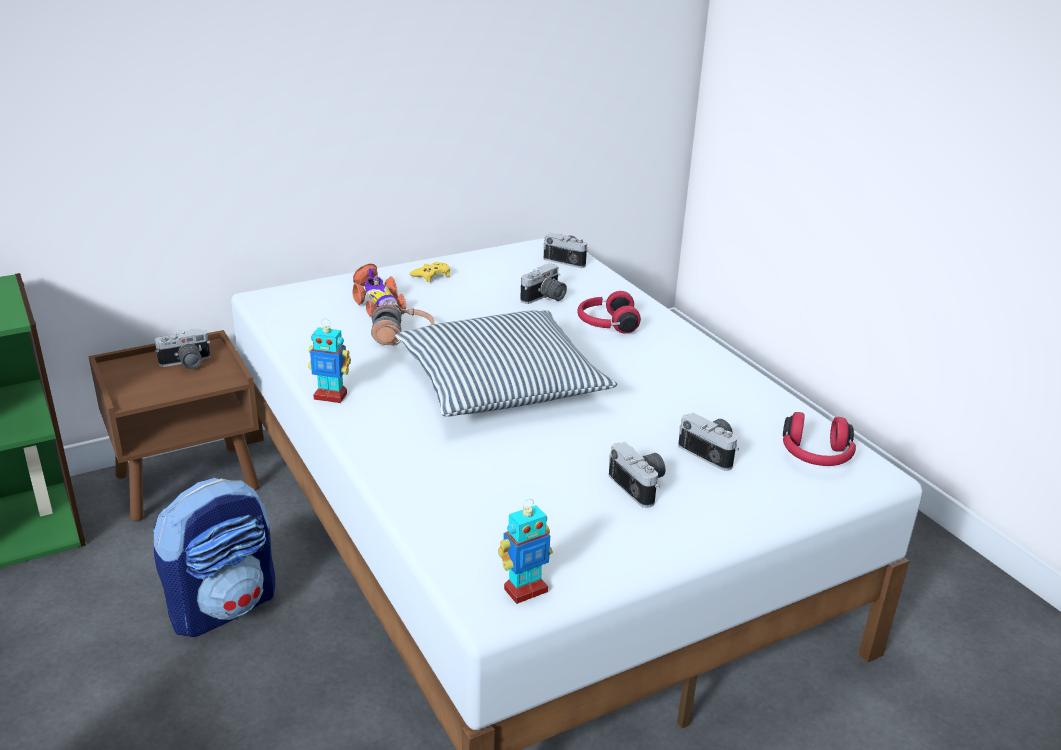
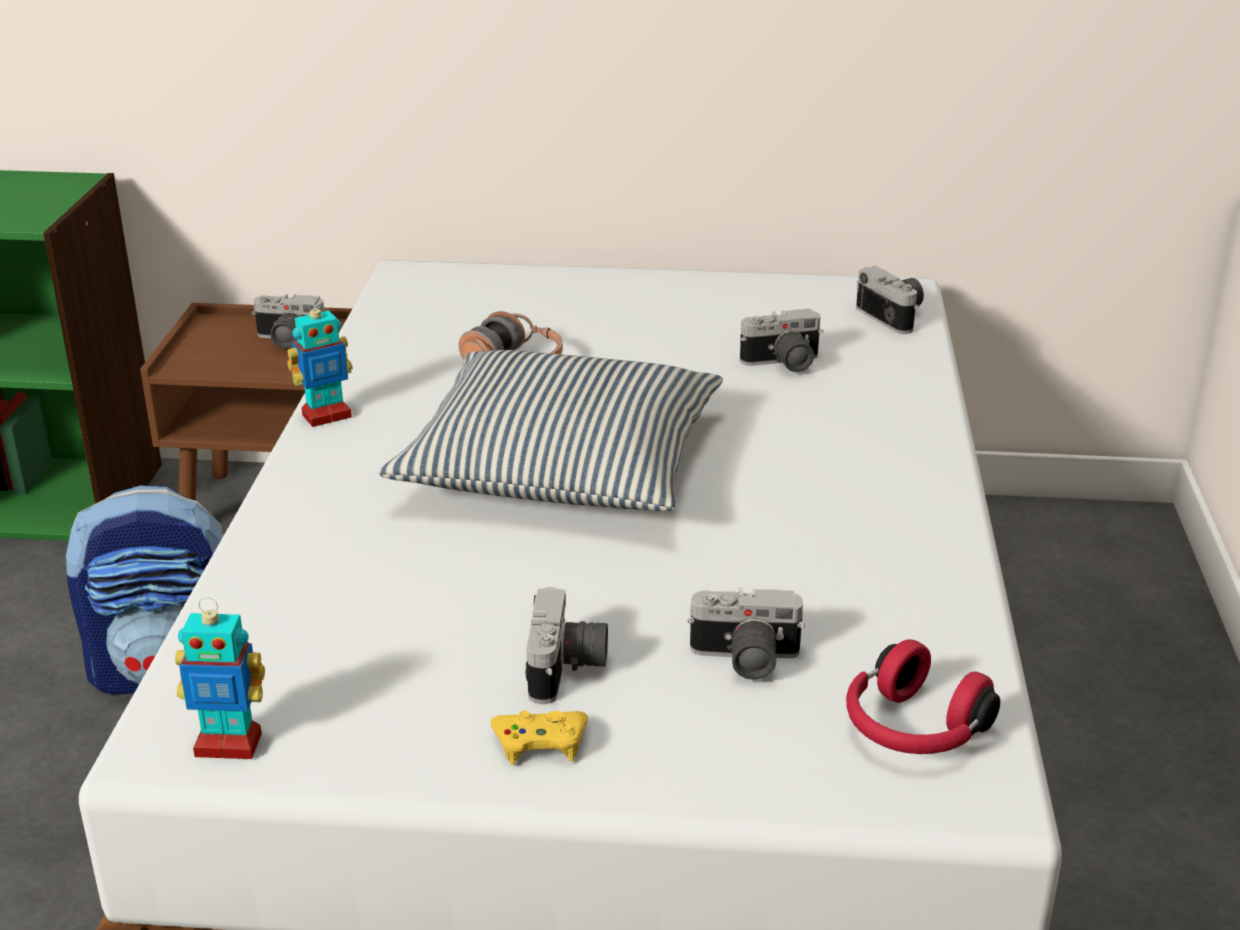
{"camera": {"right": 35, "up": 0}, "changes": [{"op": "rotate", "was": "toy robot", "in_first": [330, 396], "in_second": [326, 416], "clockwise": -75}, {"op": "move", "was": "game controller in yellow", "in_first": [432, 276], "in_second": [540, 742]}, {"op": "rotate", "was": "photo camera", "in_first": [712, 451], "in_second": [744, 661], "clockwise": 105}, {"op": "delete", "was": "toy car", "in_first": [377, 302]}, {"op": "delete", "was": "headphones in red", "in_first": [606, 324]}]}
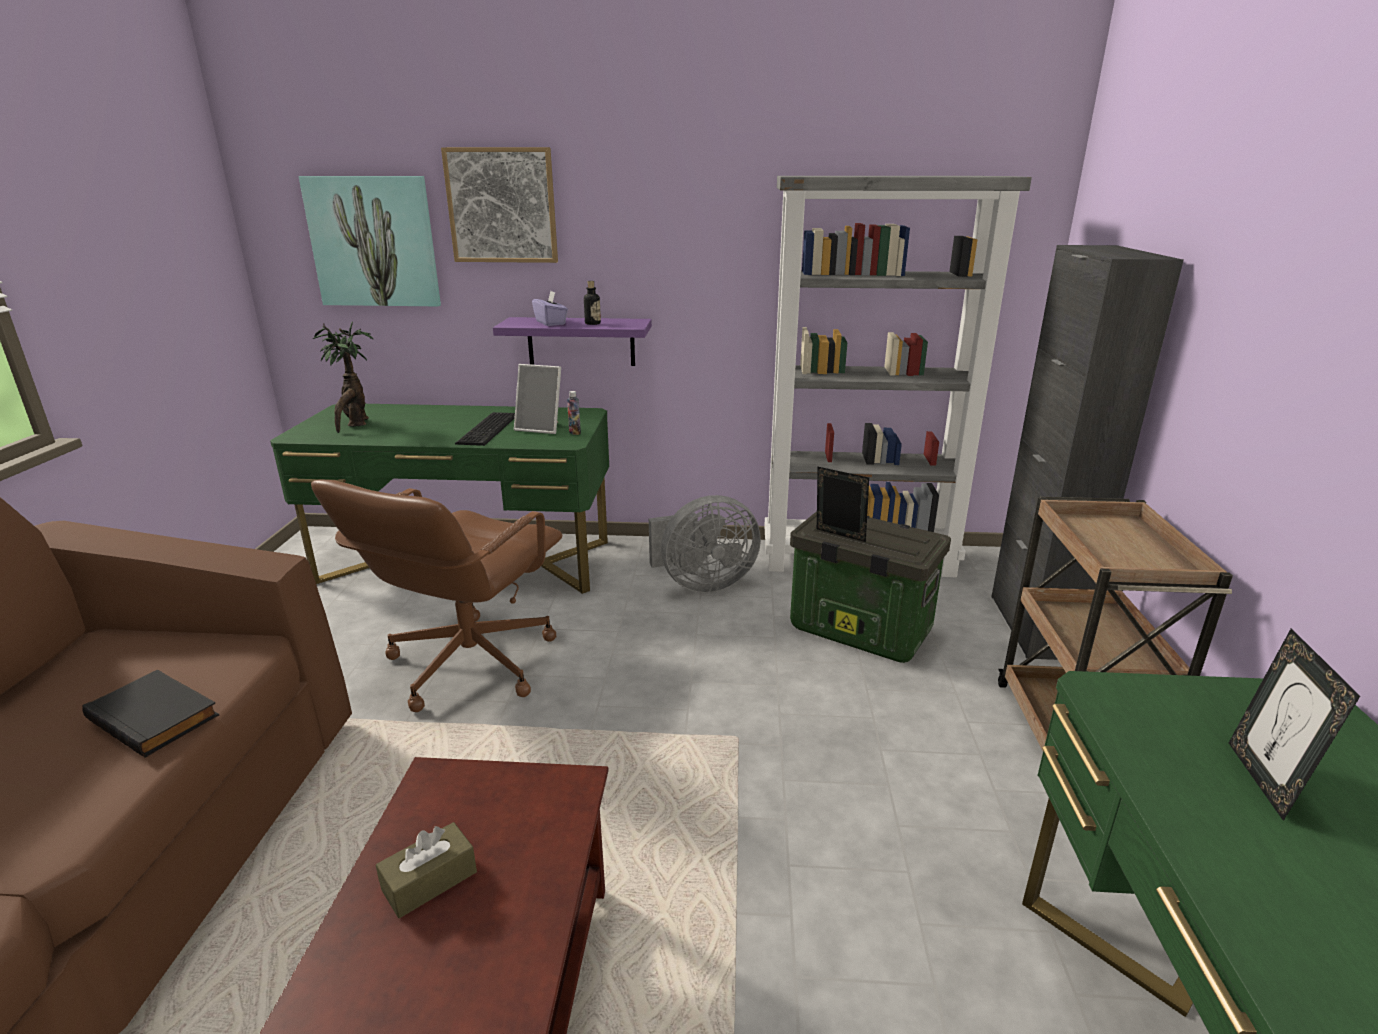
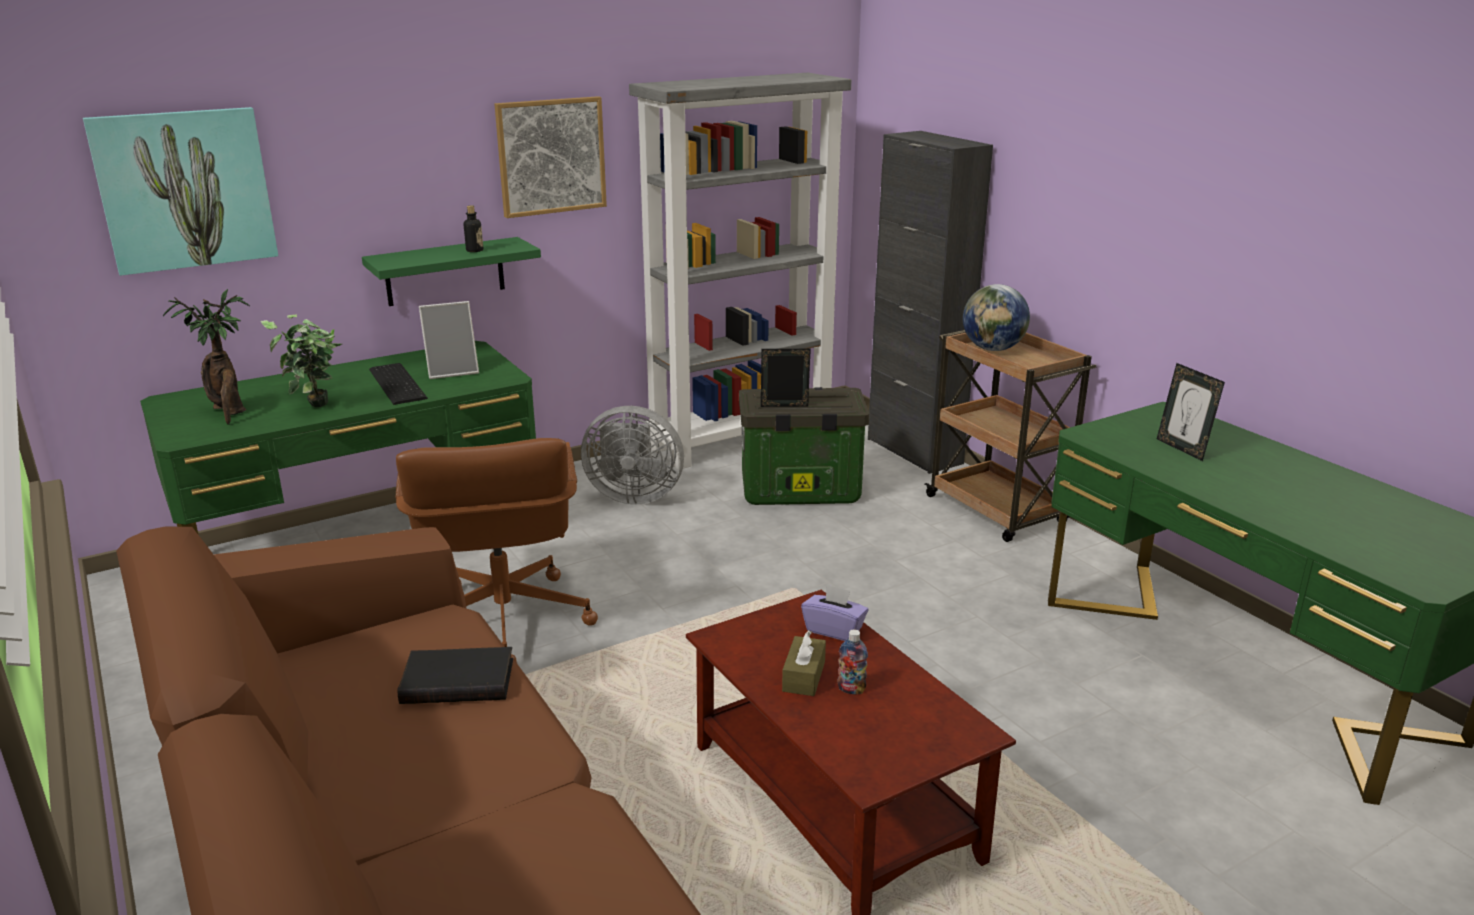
{"camera": {"right": -35, "up": 0}, "changes": [{"op": "insert", "now": "potted plant", "in_second": [315, 409]}, {"op": "recolor", "was": "shelf in purple", "now": "shelf in green", "in_first": [581, 341], "in_second": [445, 271]}, {"op": "move", "was": "picture", "in_first": [502, 206], "in_second": [551, 156]}, {"op": "rotate", "was": "fan in grey", "in_first": [702, 583], "in_second": [633, 495], "clockwise": 60}, {"op": "move", "was": "tissue box in purple", "in_first": [551, 323], "in_second": [834, 630]}, {"op": "move", "was": "bottle", "in_first": [575, 432], "in_second": [851, 689]}, {"op": "insert", "now": "globe", "in_second": [993, 349]}]}
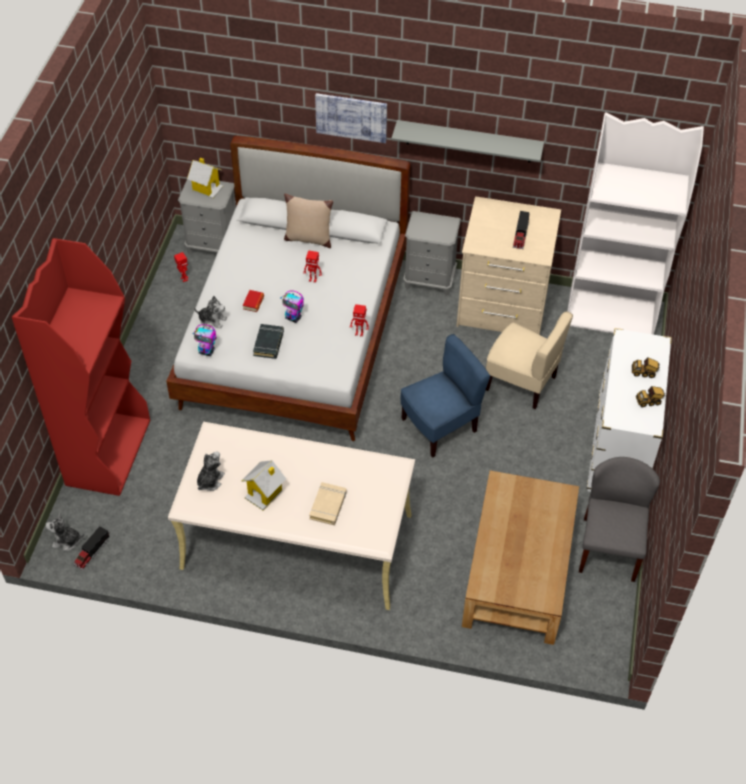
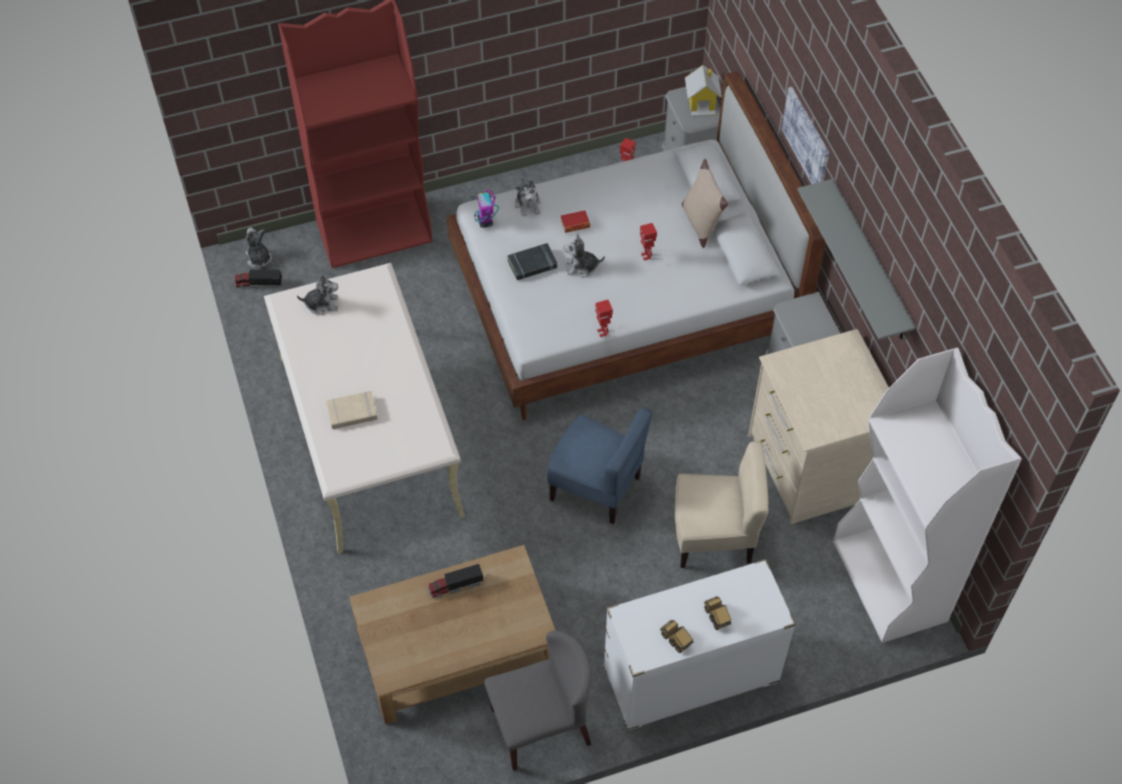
{"camera": {"right": 60, "up": 5}, "changes": [{"op": "move", "was": "toy truck", "in_first": [520, 235], "in_second": [455, 585]}, {"op": "replace", "was": "toy robot", "now": "plush toy", "in_first": [293, 318], "in_second": [582, 267]}, {"op": "rotate", "was": "chair in beige", "in_first": [521, 382], "in_second": [714, 536], "clockwise": -90}, {"op": "delete", "was": "toy house", "in_first": [265, 493]}]}
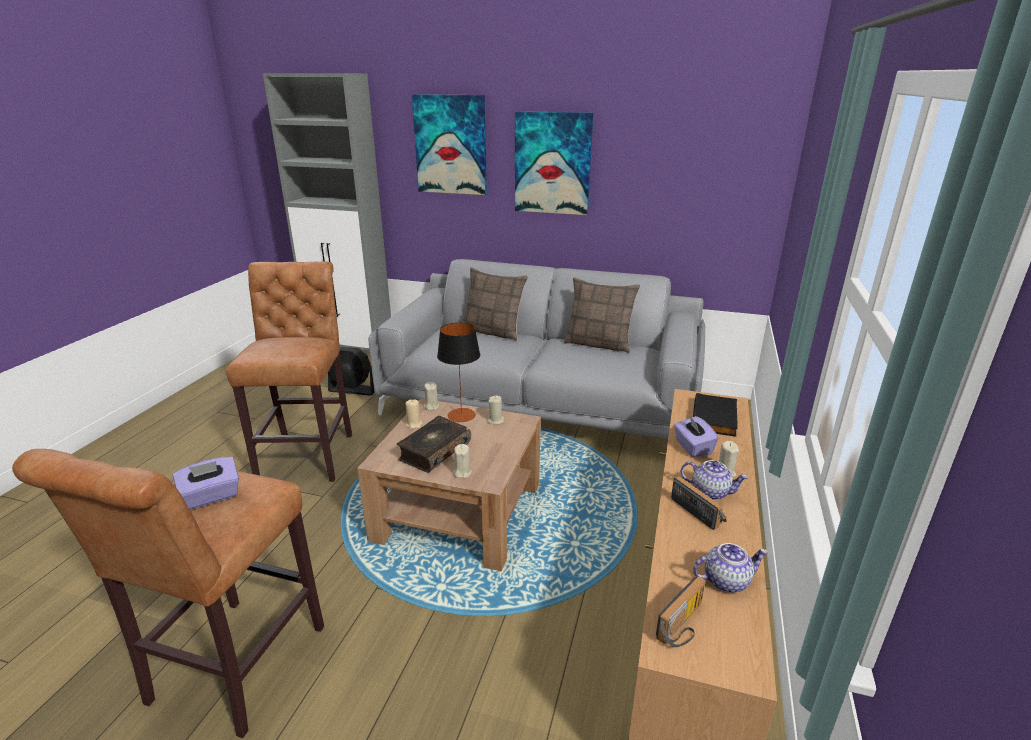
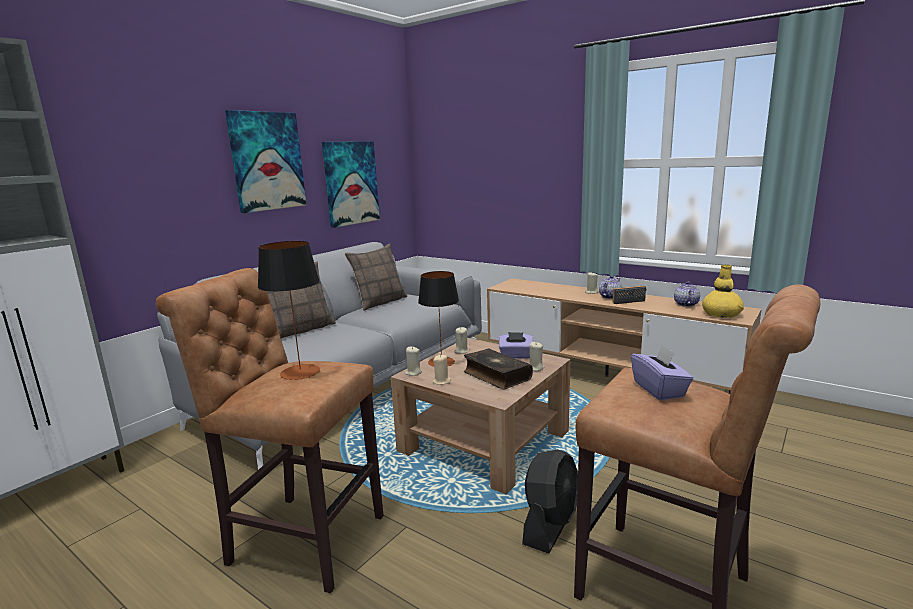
{"camera": {"right": -70, "up": -10}, "changes": [{"op": "insert", "now": "table lamp", "in_second": [300, 372]}, {"op": "move", "was": "picture", "in_first": [451, 145], "in_second": [351, 183]}, {"op": "move", "was": "tissue box in purple", "in_first": [692, 447], "in_second": [516, 356]}, {"op": "move", "was": "fan in black", "in_first": [353, 390], "in_second": [550, 524]}, {"op": "replace", "was": "radio", "now": "vase in yellow", "in_first": [684, 626], "in_second": [721, 314]}, {"op": "delete", "was": "book in black", "in_first": [716, 418]}]}
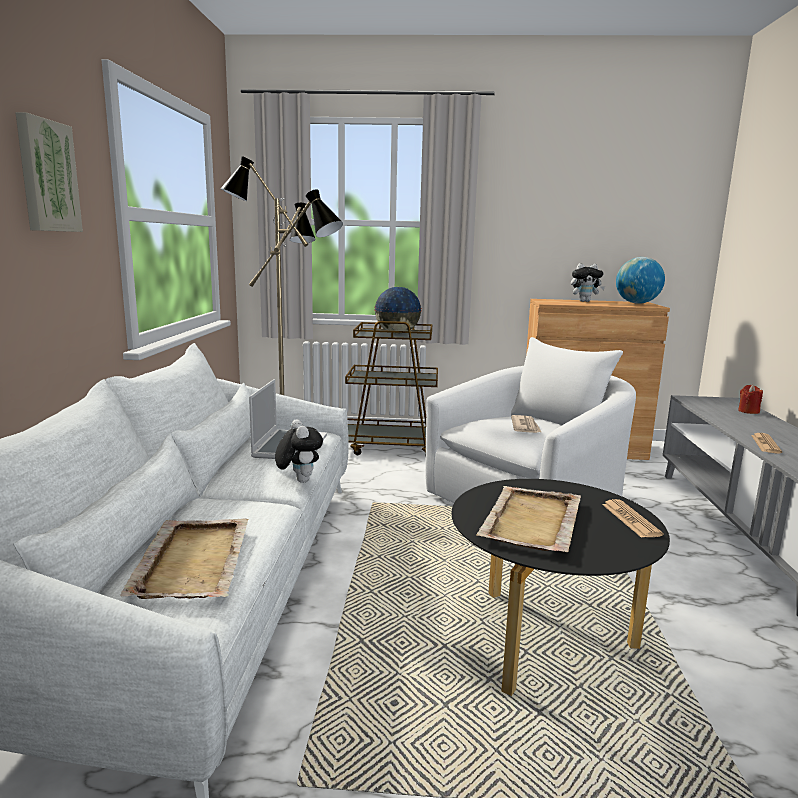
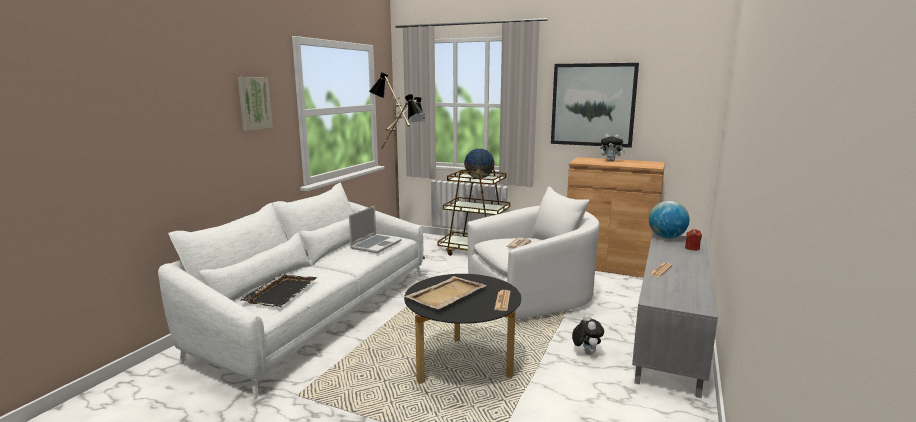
{"camera": {"right": 20, "up": 0}, "changes": [{"op": "recolor", "was": "tray in beige", "now": "tray in black", "in_first": [193, 560], "in_second": [281, 292]}, {"op": "insert", "now": "picture", "in_second": [593, 105]}, {"op": "move", "was": "plush toy", "in_first": [298, 480], "in_second": [586, 352]}, {"op": "move", "was": "globe", "in_first": [637, 303], "in_second": [666, 237]}]}
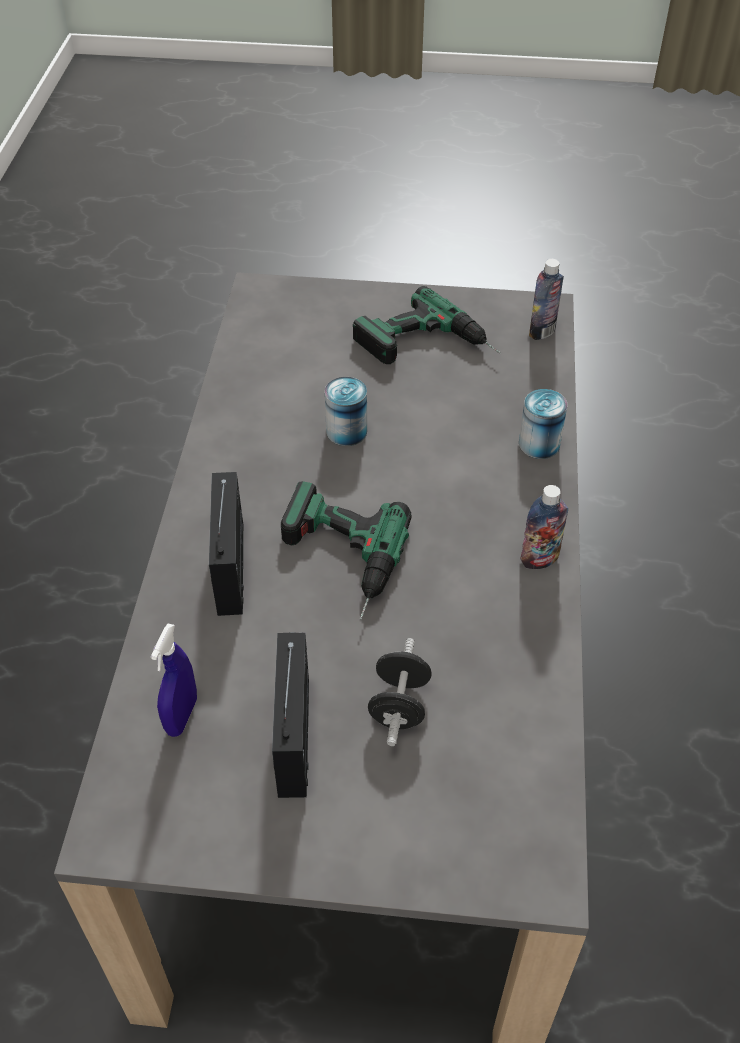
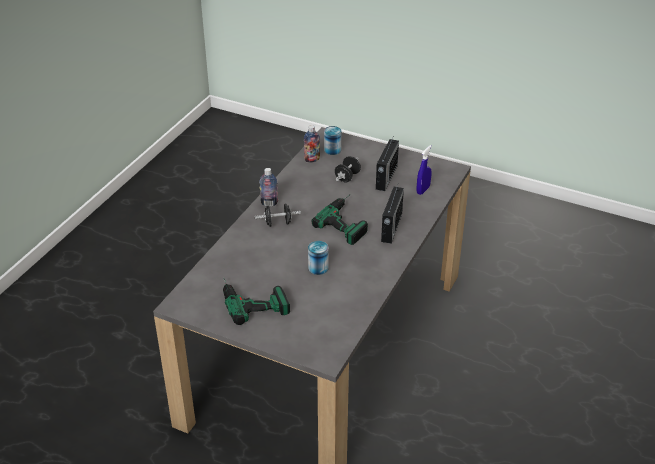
{"camera": {"right": -160, "up": -10}, "changes": [{"op": "insert", "now": "dumbbell in black", "in_second": [278, 223]}, {"op": "move", "was": "bottle", "in_first": [542, 332], "in_second": [312, 159]}, {"op": "move", "was": "can", "in_first": [539, 444], "in_second": [332, 150]}]}
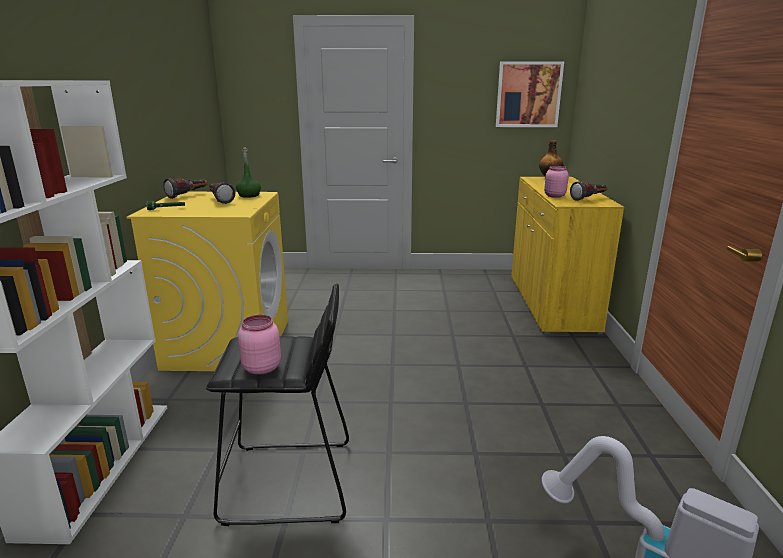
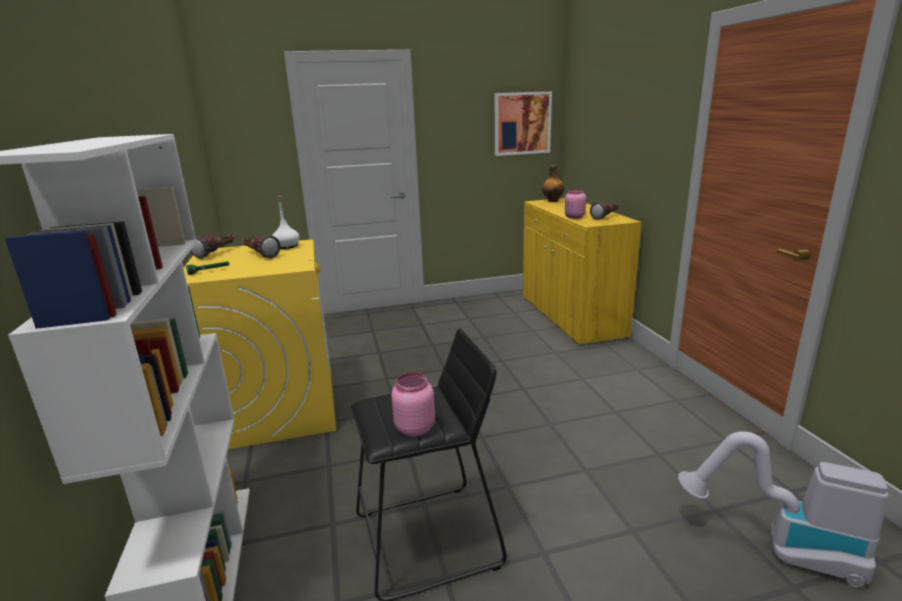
{"camera": {"right": -15, "up": 0}, "changes": [{"op": "recolor", "was": "bottle in green", "now": "bottle in white", "in_first": [249, 195], "in_second": [287, 246]}]}
